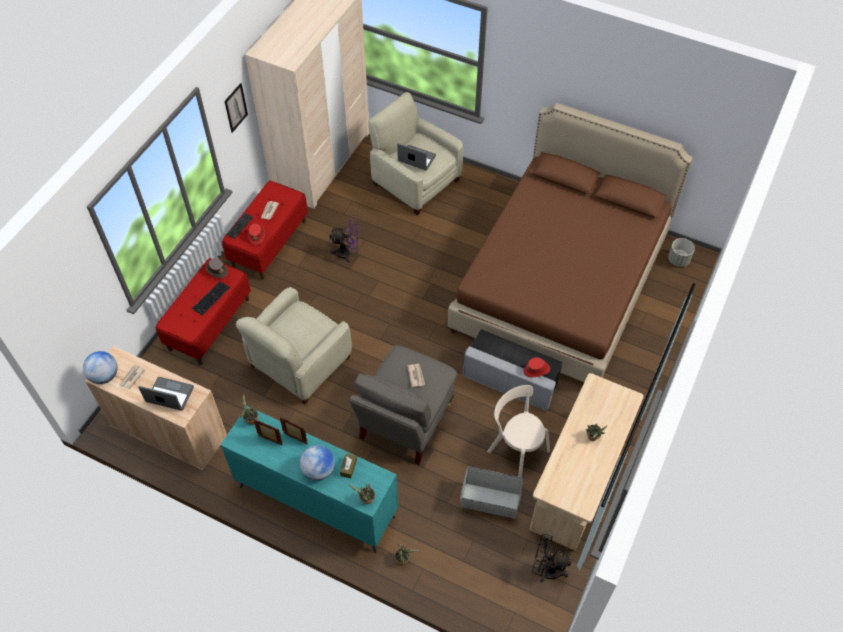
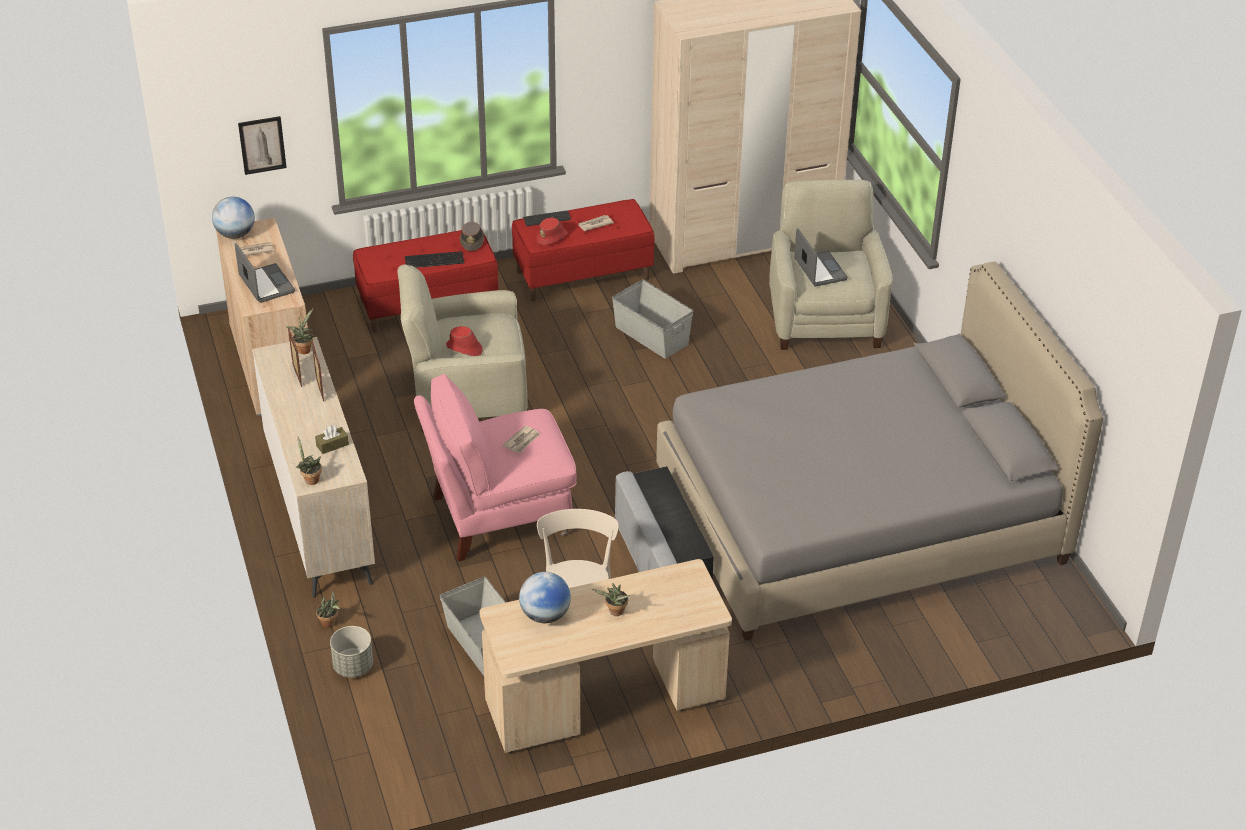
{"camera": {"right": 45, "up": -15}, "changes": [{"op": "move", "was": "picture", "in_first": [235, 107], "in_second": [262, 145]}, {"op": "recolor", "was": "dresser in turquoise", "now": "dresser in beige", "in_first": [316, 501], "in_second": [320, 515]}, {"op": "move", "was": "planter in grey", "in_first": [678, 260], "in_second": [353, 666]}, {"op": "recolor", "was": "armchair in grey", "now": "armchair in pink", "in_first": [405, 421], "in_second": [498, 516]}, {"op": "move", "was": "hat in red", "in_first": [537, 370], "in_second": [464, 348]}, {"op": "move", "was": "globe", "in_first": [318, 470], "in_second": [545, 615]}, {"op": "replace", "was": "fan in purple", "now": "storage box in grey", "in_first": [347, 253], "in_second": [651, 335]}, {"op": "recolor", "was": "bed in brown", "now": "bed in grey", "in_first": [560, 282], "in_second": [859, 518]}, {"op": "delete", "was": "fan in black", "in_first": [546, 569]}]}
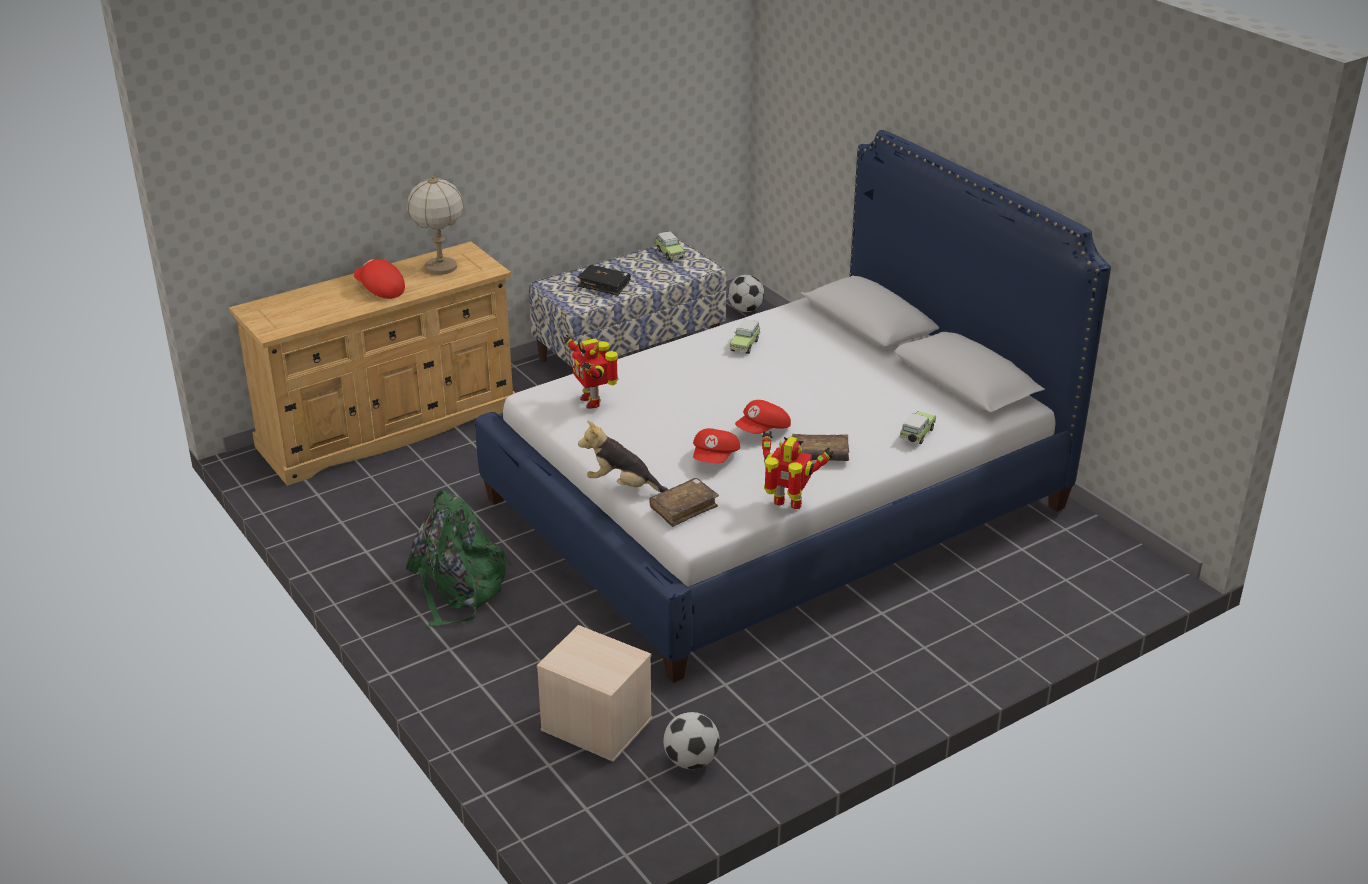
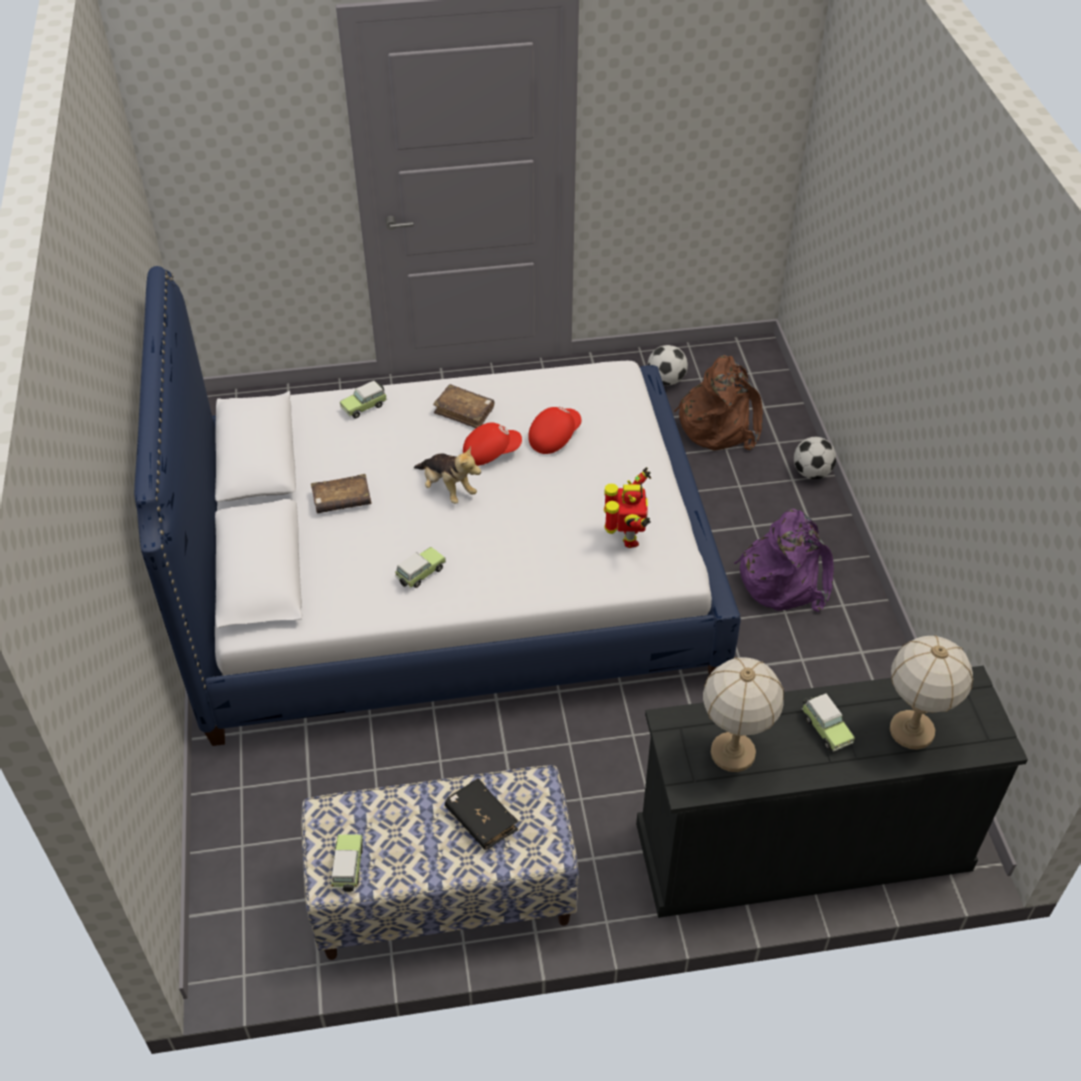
{"camera": {"right": -155, "up": 15}, "changes": [{"op": "move", "was": "book in brown", "in_first": [683, 508], "in_second": [342, 500]}, {"op": "move", "was": "plush toy", "in_first": [622, 486], "in_second": [447, 489]}, {"op": "recolor", "was": "dresser in beige", "now": "dresser in black", "in_first": [390, 426], "in_second": [800, 847]}, {"op": "replace", "was": "storage box in beige", "now": "backpack in brown", "in_first": [595, 724], "in_second": [719, 424]}, {"op": "recolor", "was": "backpack in green", "now": "backpack in purple", "in_first": [458, 588], "in_second": [784, 578]}, {"op": "move", "was": "football", "in_first": [746, 310], "in_second": [811, 473]}, {"op": "replace", "was": "cap in red", "now": "toy car", "in_first": [379, 289], "in_second": [825, 728]}, {"op": "insert", "now": "table lamp", "in_second": [911, 730]}, {"op": "delete", "was": "toy robot", "in_first": [788, 505]}]}
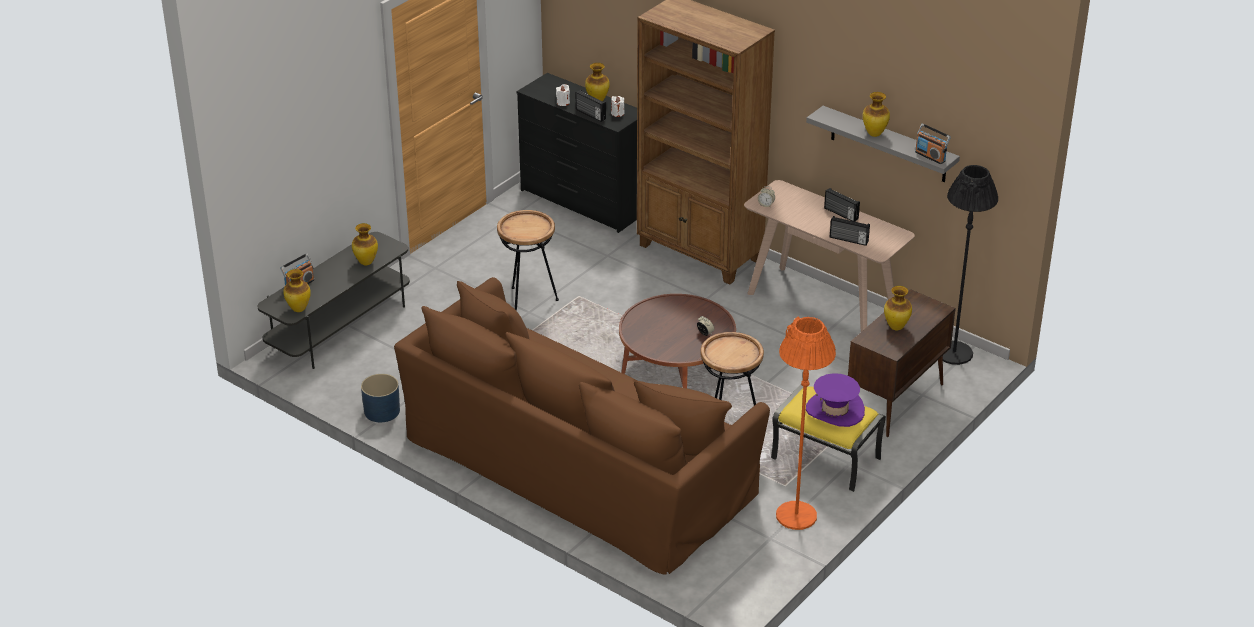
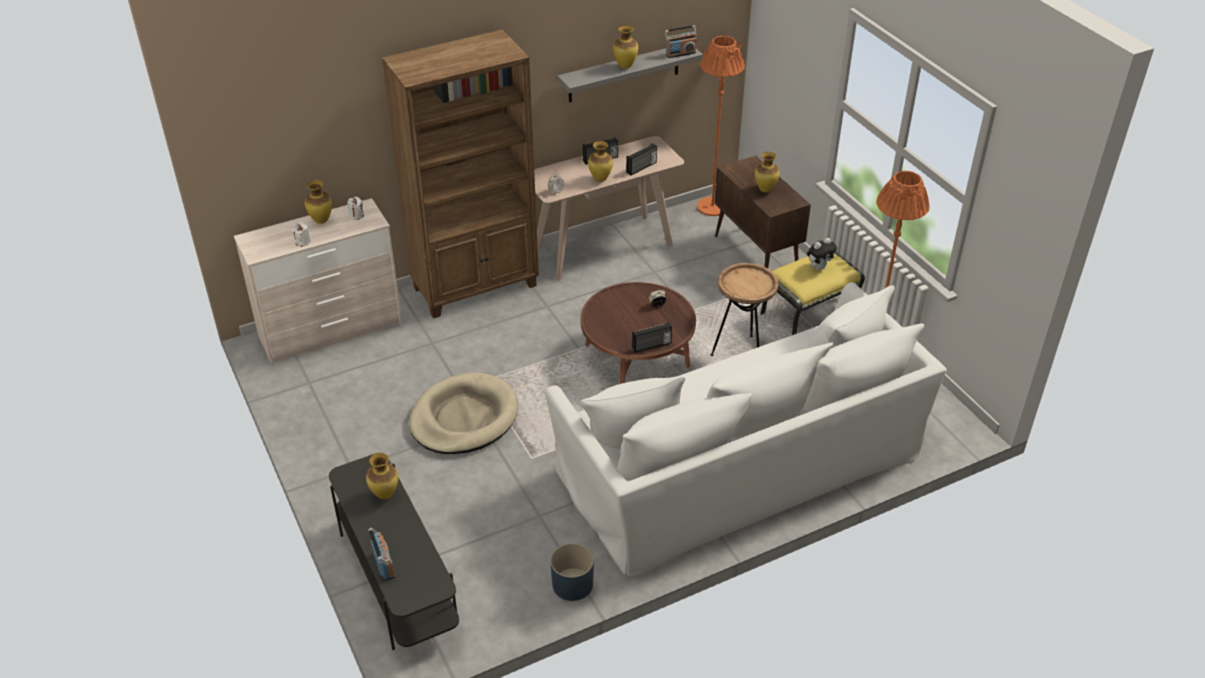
{"camera": {"right": -65, "up": 5}, "changes": [{"op": "recolor", "was": "dresser in black", "now": "dresser in beige", "in_first": [582, 202], "in_second": [331, 331]}, {"op": "replace", "was": "side table in brown", "now": "dog bed in beige", "in_first": [528, 301], "in_second": [464, 418]}, {"op": "recolor", "was": "sofa in brown", "now": "sofa in white", "in_first": [579, 463], "in_second": [738, 461]}, {"op": "move", "was": "vase", "in_first": [298, 309], "in_second": [600, 179]}, {"op": "move", "was": "radio", "in_first": [590, 114], "in_second": [652, 346]}, {"op": "recolor", "was": "floor lamp in black", "now": "floor lamp in orange", "in_first": [954, 353], "in_second": [712, 207]}, {"op": "replace", "was": "hat in purple", "now": "plush toy", "in_first": [835, 410], "in_second": [819, 267]}]}
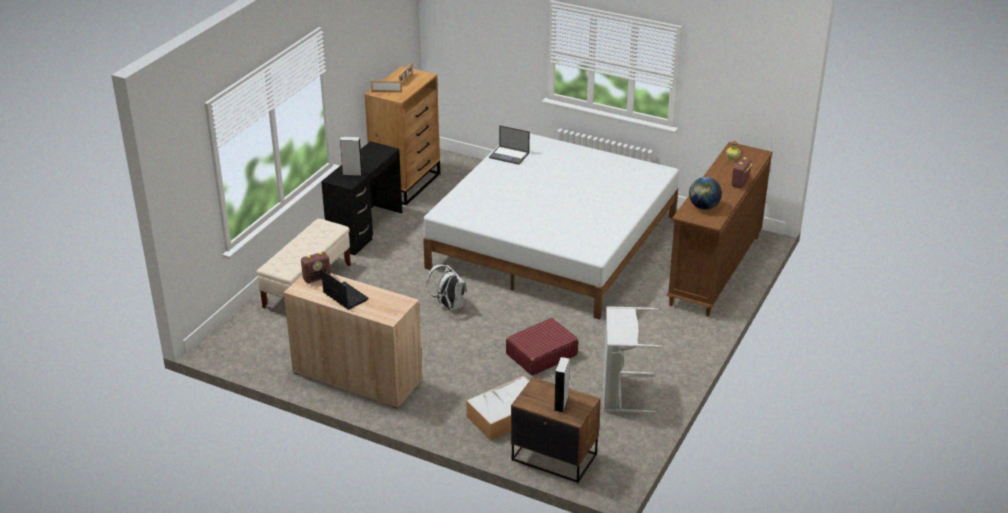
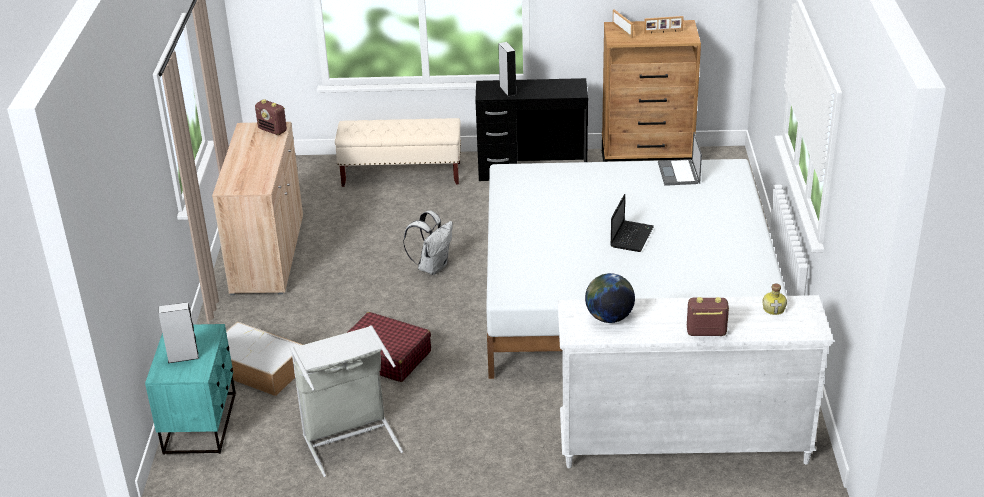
{"camera": {"right": 65, "up": 0}, "changes": [{"op": "recolor", "was": "nightstand in brown", "now": "nightstand in turquoise", "in_first": [554, 457], "in_second": [201, 423]}, {"op": "recolor", "was": "dresser in brown", "now": "dresser in white", "in_first": [714, 270], "in_second": [683, 444]}, {"op": "move", "was": "laptop", "in_first": [344, 296], "in_second": [631, 236]}]}
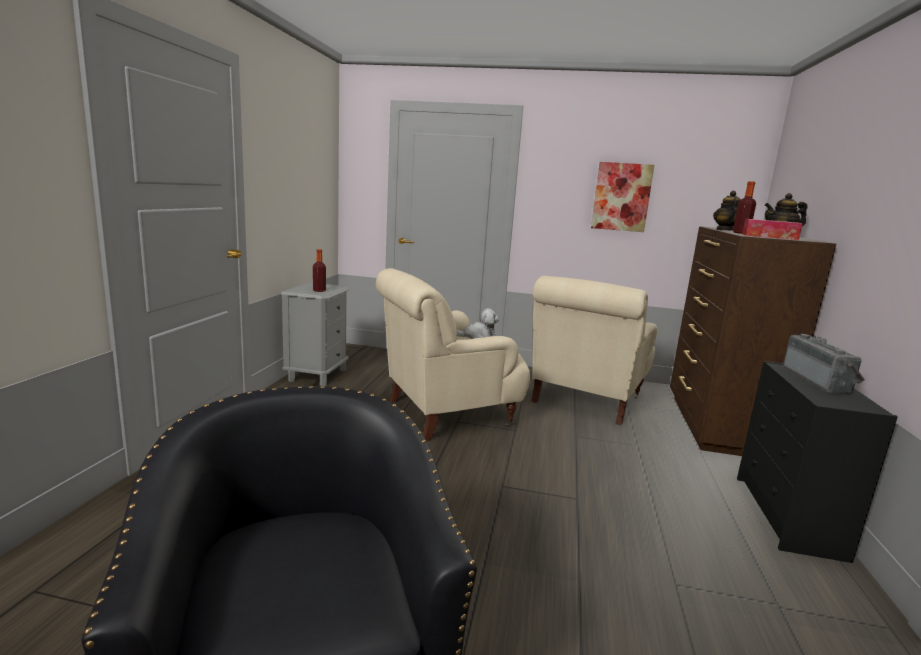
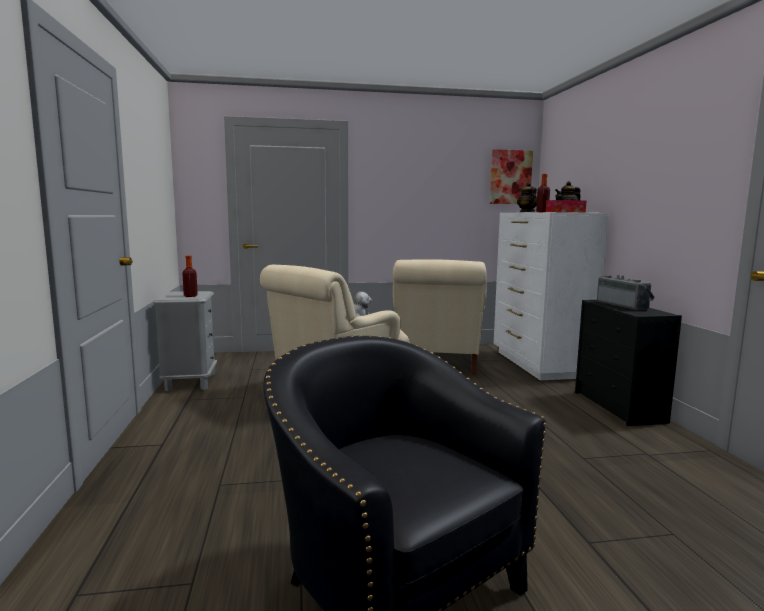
{"camera": {"right": -20, "up": -5}, "changes": [{"op": "move", "was": "picture", "in_first": [621, 197], "in_second": [510, 177]}, {"op": "recolor", "was": "dresser in brown", "now": "dresser in white", "in_first": [715, 426], "in_second": [538, 364]}]}
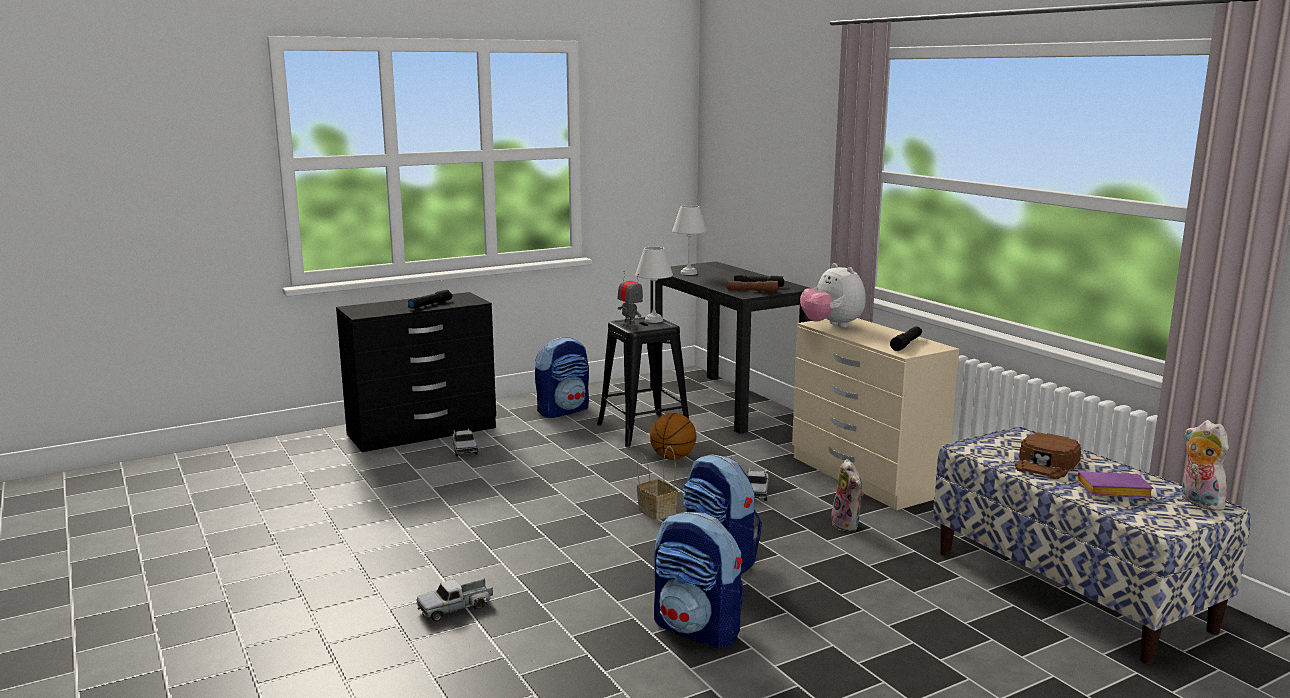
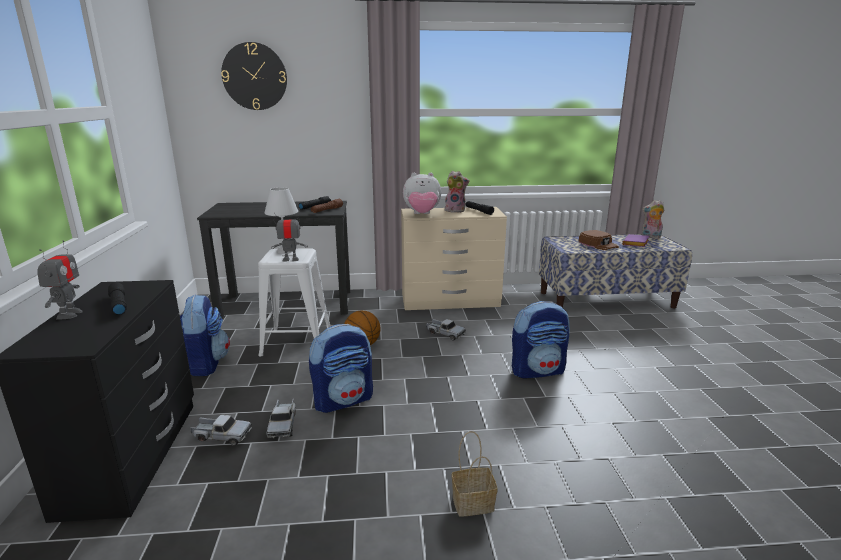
{"camera": {"right": -65, "up": 5}, "changes": [{"op": "insert", "now": "toy robot", "in_second": [69, 314]}, {"op": "insert", "now": "wall clock", "in_second": [254, 76]}, {"op": "recolor", "was": "stool in black", "now": "stool in white", "in_first": [644, 430], "in_second": [296, 342]}, {"op": "move", "was": "toy truck", "in_first": [456, 607], "in_second": [283, 424]}, {"op": "move", "was": "backpack", "in_first": [698, 629], "in_second": [344, 400]}, {"op": "move", "was": "plush toy", "in_first": [848, 524], "in_second": [455, 210]}, {"op": "move", "was": "basket", "in_first": [655, 511], "in_second": [472, 504]}, {"op": "delete", "was": "table lamp in white", "in_first": [689, 273]}]}
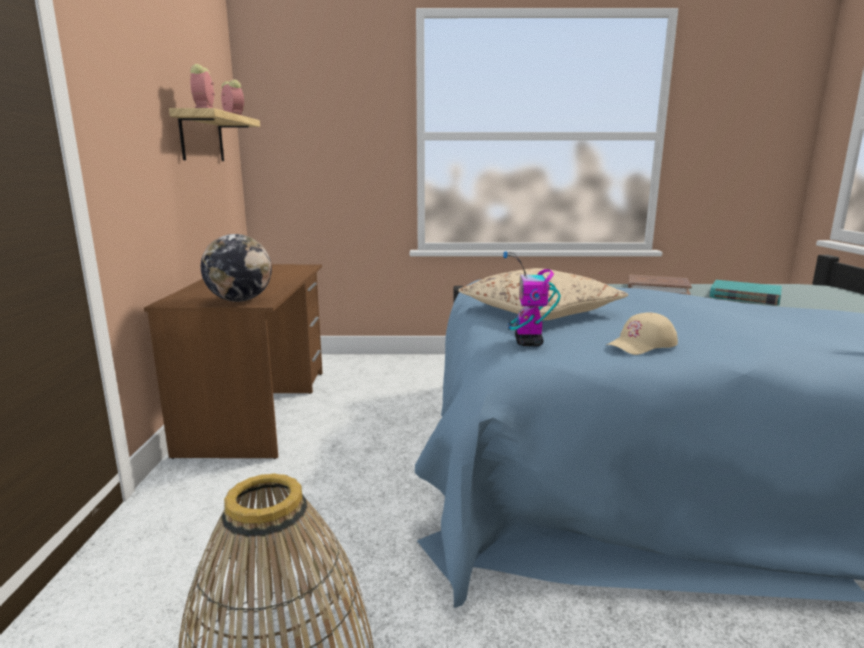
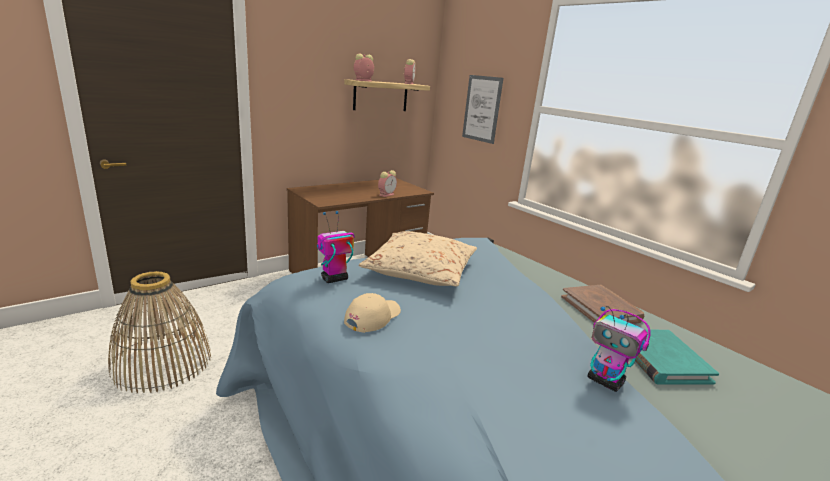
{"camera": {"right": 50, "up": 5}, "changes": [{"op": "rotate", "was": "cap in beige", "in_first": [642, 345], "in_second": [372, 317], "clockwise": 105}, {"op": "insert", "now": "alarm clock", "in_second": [387, 194]}, {"op": "insert", "now": "picture", "in_second": [482, 109]}, {"op": "insert", "now": "toy robot", "in_second": [606, 381]}, {"op": "delete", "was": "globe", "in_first": [240, 300]}]}
